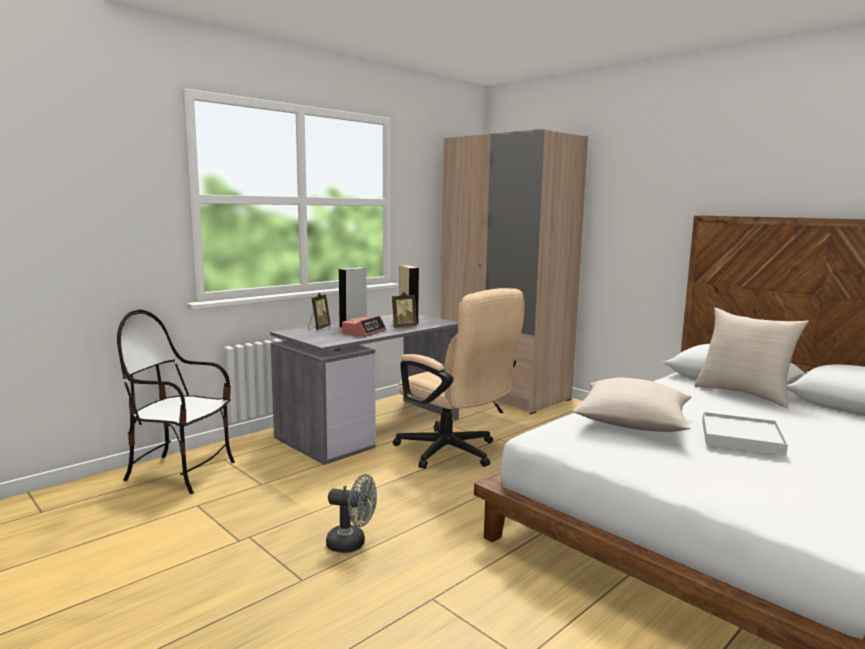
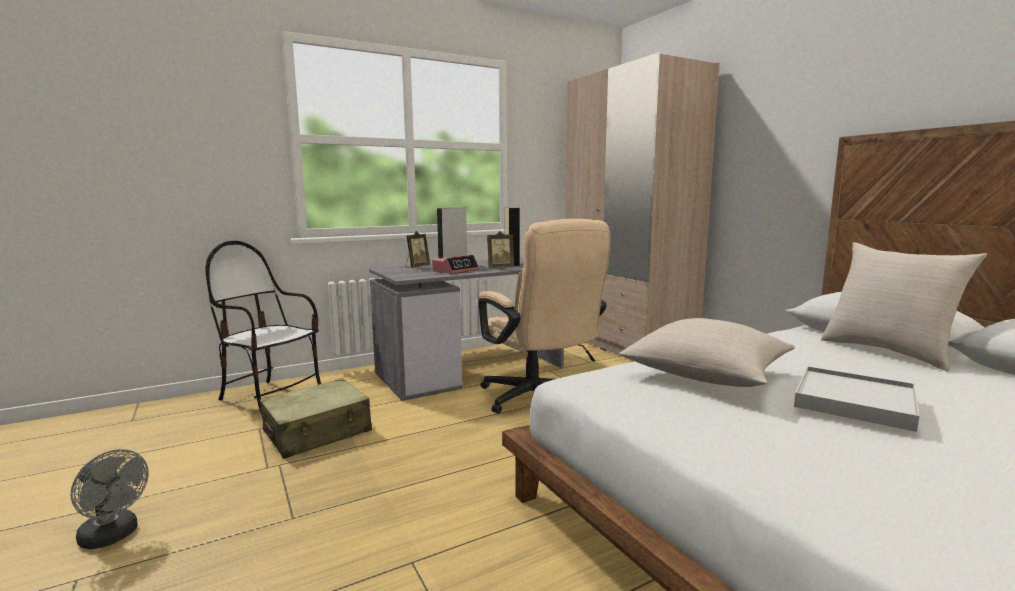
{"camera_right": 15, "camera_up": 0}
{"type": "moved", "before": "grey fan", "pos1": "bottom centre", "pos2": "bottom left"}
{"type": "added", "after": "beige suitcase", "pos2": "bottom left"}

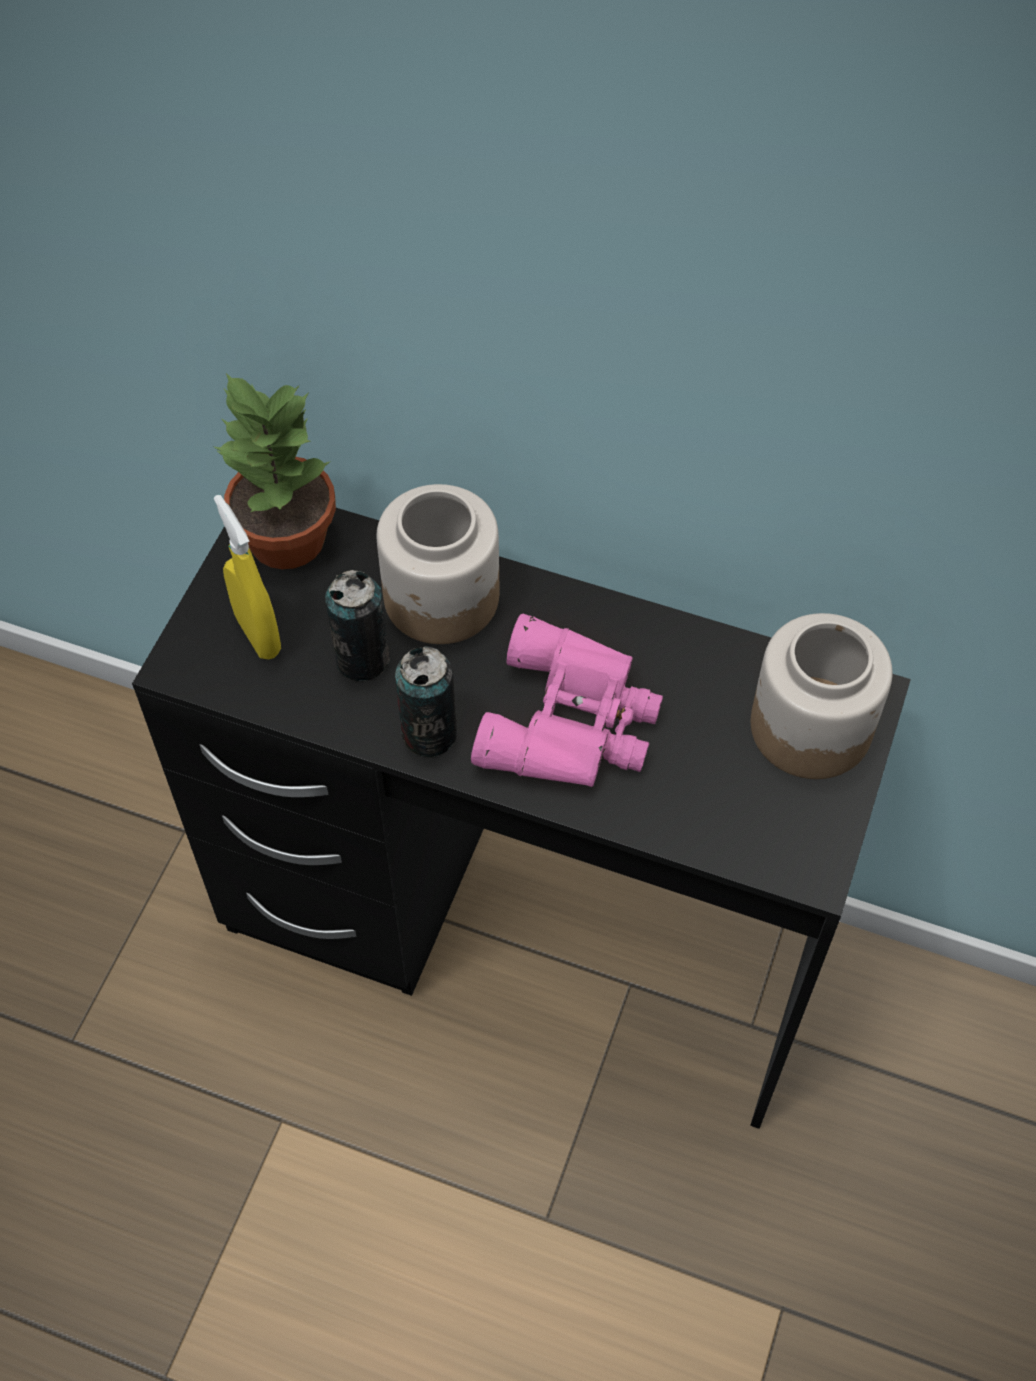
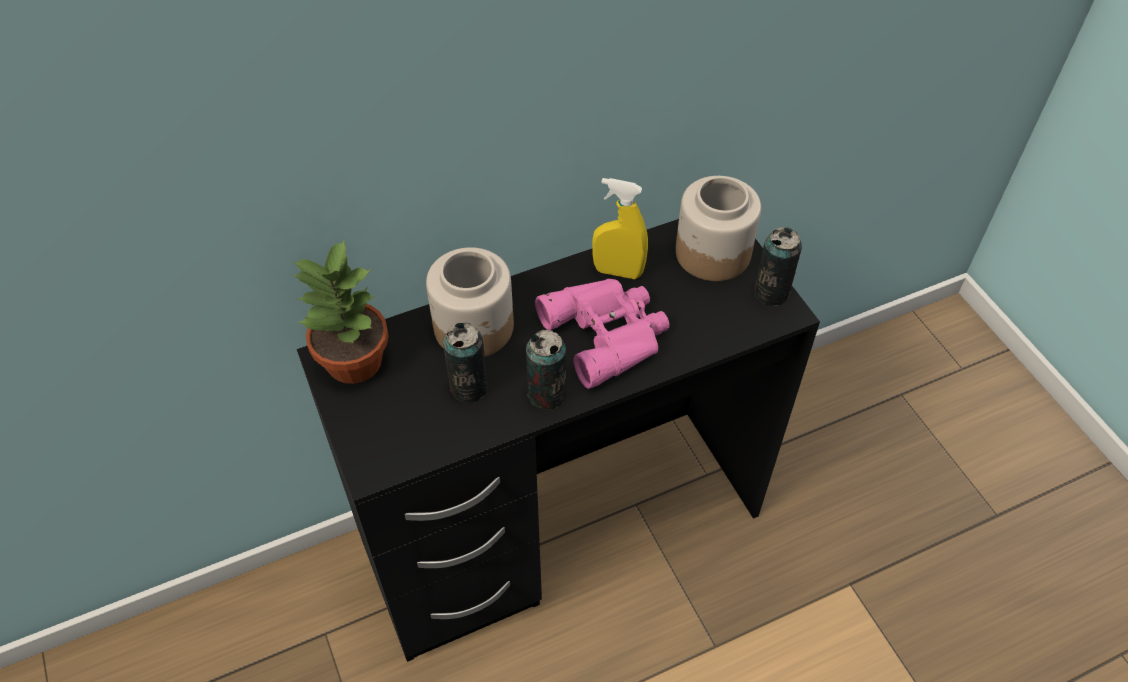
{"camera_right": -45, "camera_up": -5}
{"type": "moved", "before": "yellow spray bottle", "pos1": "middle left", "pos2": "centre"}
{"type": "added", "after": "can (3rd from left)", "pos2": "middle right"}

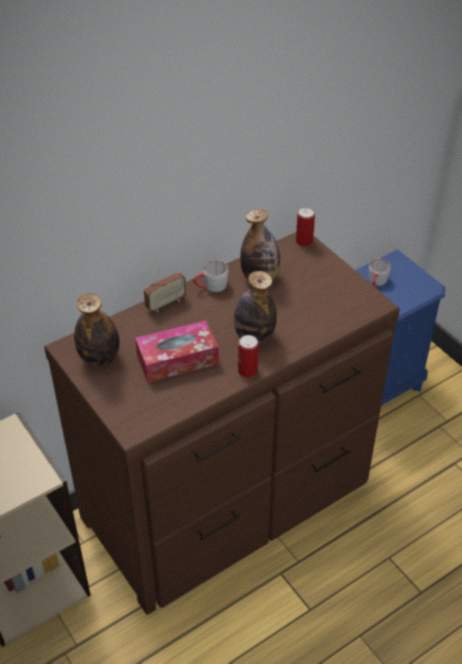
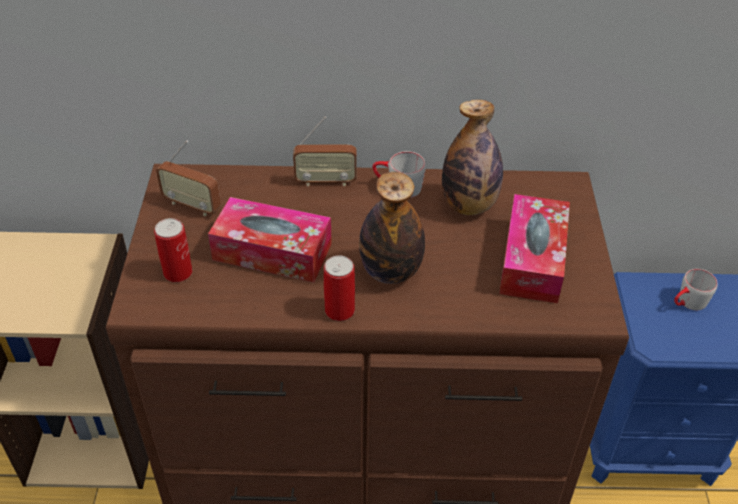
{"camera_right": 35, "camera_up": 0}
{"type": "moved", "before": "can (2nd from left in the first image)", "after": "can (1st from left)", "pos1": "centre", "pos2": "middle left"}
{"type": "replaced", "before": "bottle (1st from left)", "after": "radio (1st from left)", "pos1": "middle left", "pos2": "middle left"}
{"type": "added", "after": "tissue box (2nd from left)", "pos2": "middle right"}

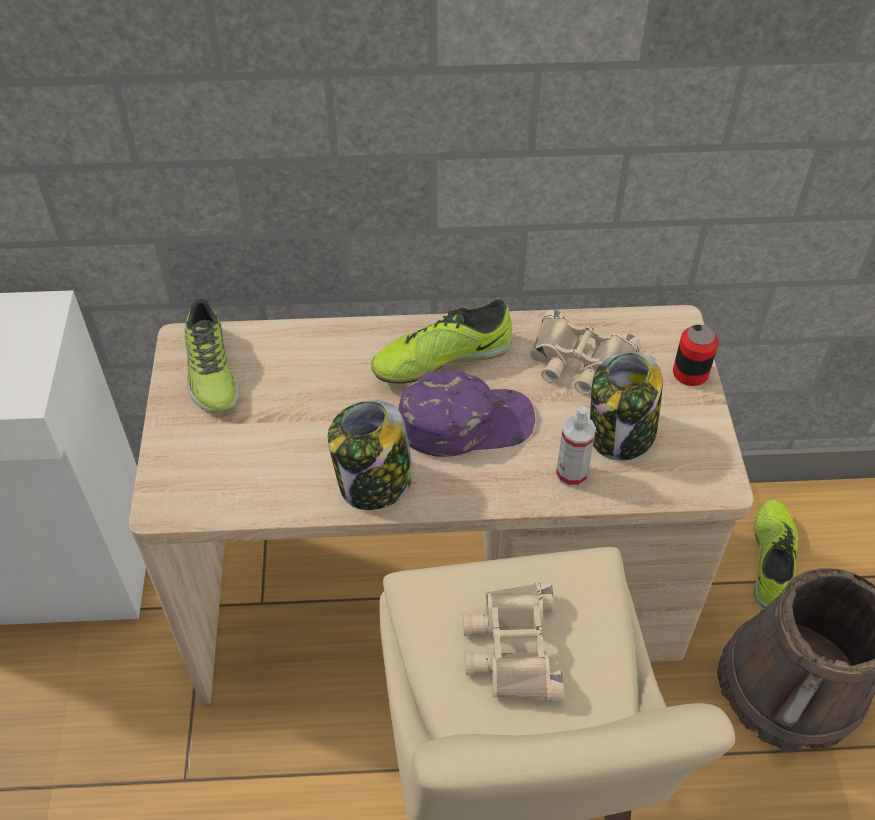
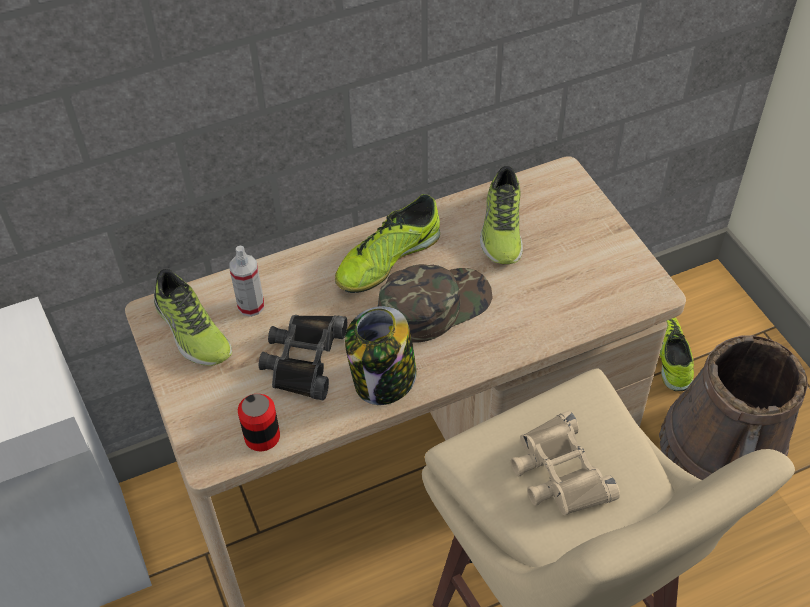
{"camera_right": -20, "camera_up": 0}
{"type": "replaced", "before": "beige binoculars (2nd from left)", "after": "shoe (3rd from left)", "pos1": "middle right", "pos2": "centre"}
{"type": "moved", "before": "can", "pos1": "middle right", "pos2": "bottom left"}
{"type": "removed", "before": "jar (2nd from left)", "pos1": "middle right"}
{"type": "recoloured", "before": "purple cap", "after": "green cap", "pos1": "centre", "pos2": "centre"}
{"type": "moved", "before": "spray bottle", "pos1": "centre", "pos2": "middle left"}
{"type": "added", "after": "black binoculars", "pos2": "centre"}

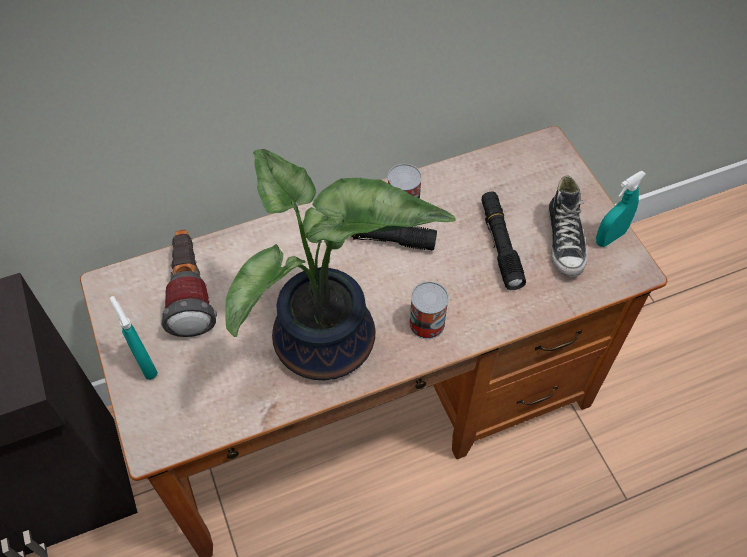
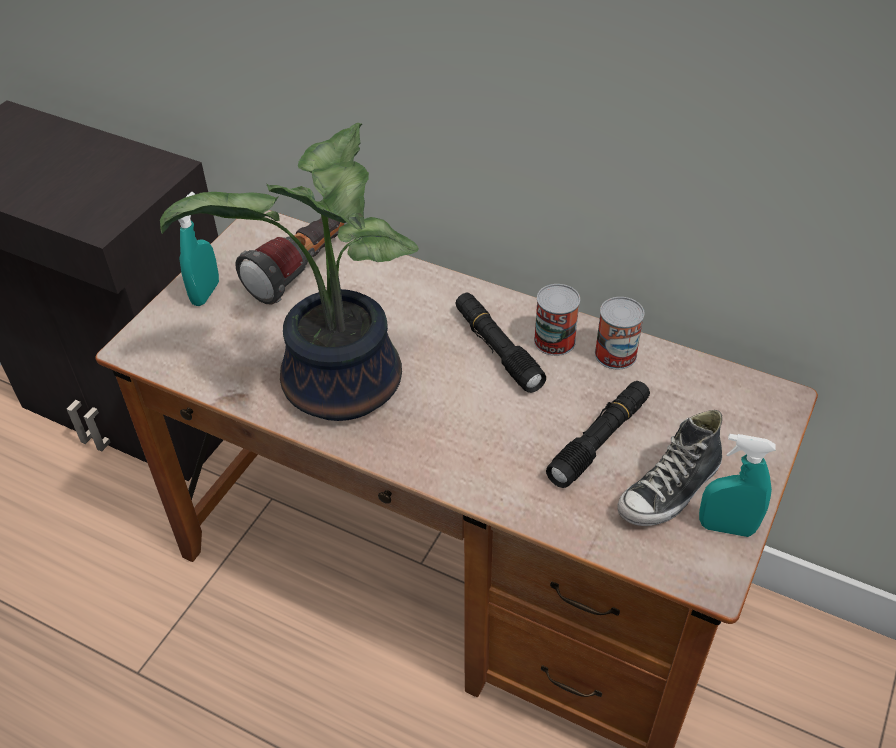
{"camera_right": 50, "camera_up": -10}
{"type": "moved", "before": "can (2nd from left)", "pos1": "centre", "pos2": "middle right"}

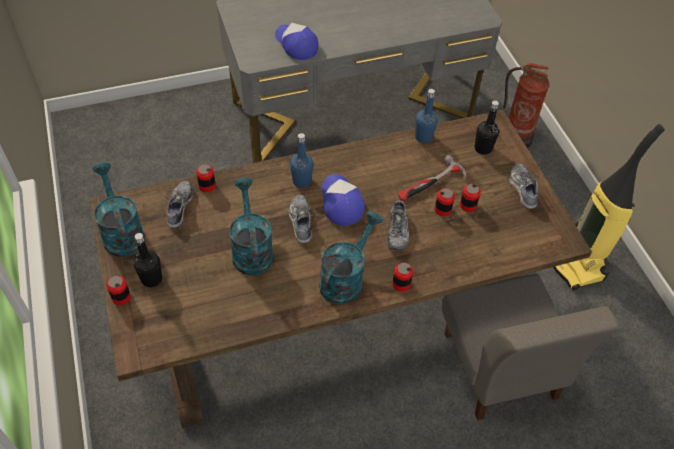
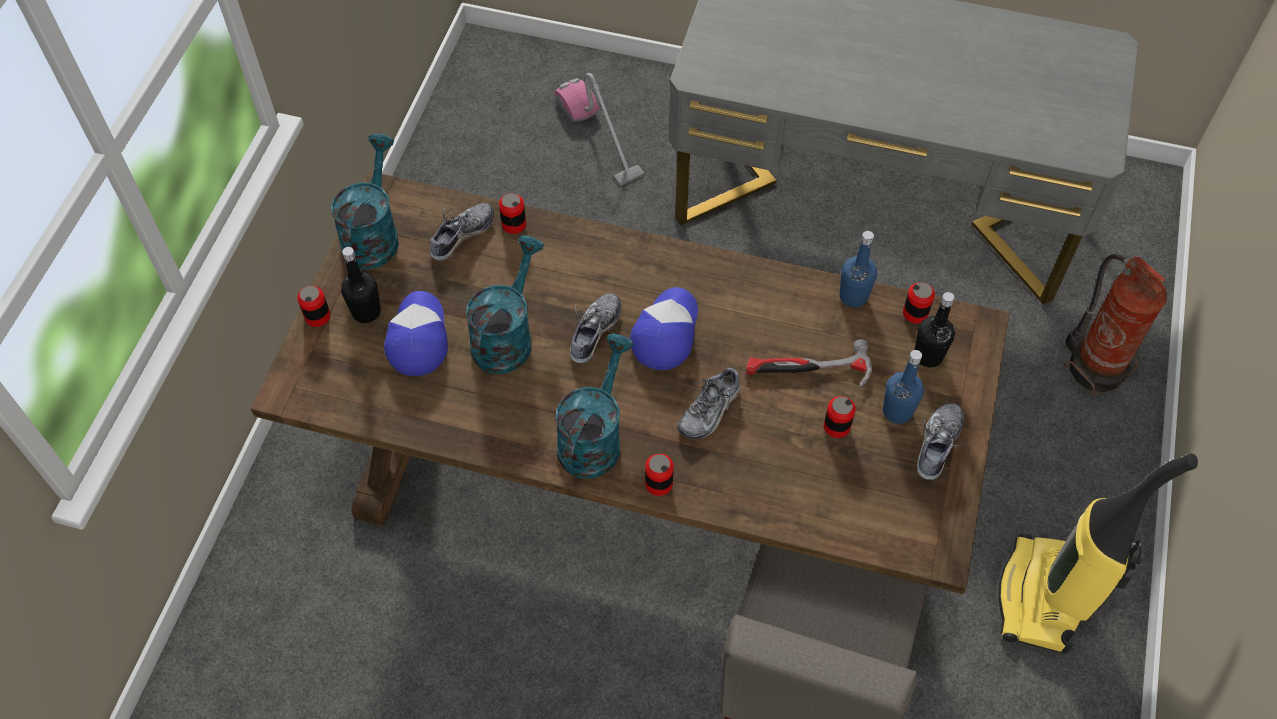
{"camera_right": 35, "camera_up": 5}
{"type": "moved", "before": "cap (1st from left)", "pos1": "top centre", "pos2": "middle left"}
{"type": "moved", "before": "blue bottle (1st from left in the first image)", "after": "blue bottle (2nd from left)", "pos1": "centre", "pos2": "middle right"}
{"type": "moved", "before": "can (4th from left in the first image)", "after": "can (5th from left)", "pos1": "centre", "pos2": "middle right"}
{"type": "turned", "before": "turquoise watering can (3rd from left)", "pos1": "centre", "pos2": "centre", "turn": -45}
{"type": "added", "after": "vacuum cleaner (1st from left)", "pos2": "top centre"}

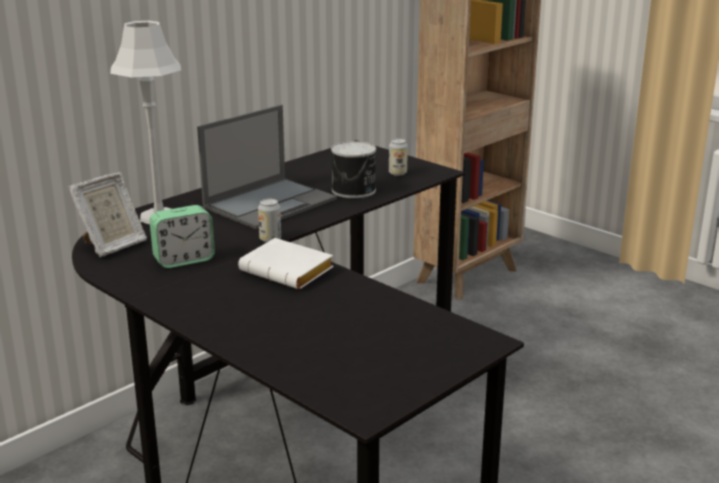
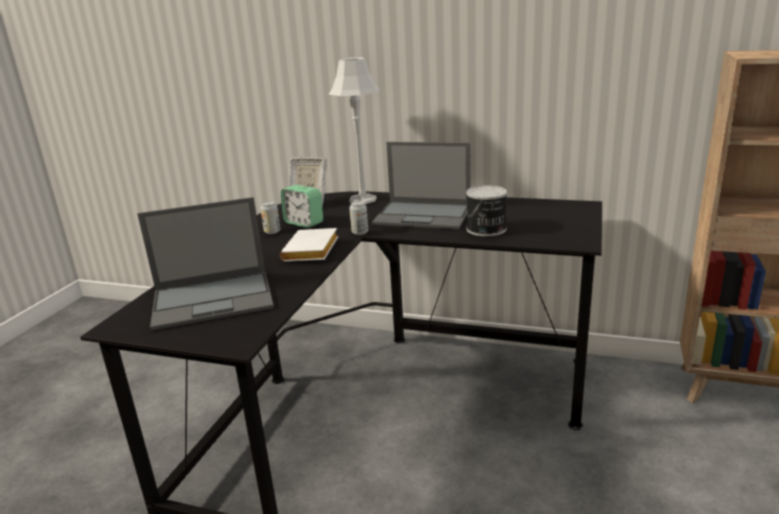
{"camera_right": 65, "camera_up": 0}
{"type": "moved", "before": "can (3rd from left in the first image)", "after": "can (1st from left)", "pos1": "top centre", "pos2": "centre"}
{"type": "added", "after": "laptop (1st from left)", "pos2": "middle left"}

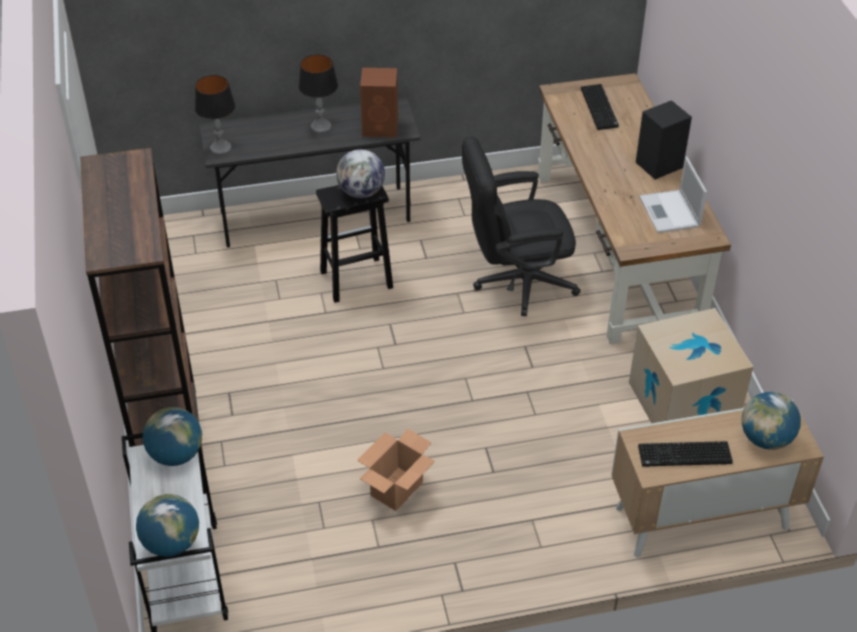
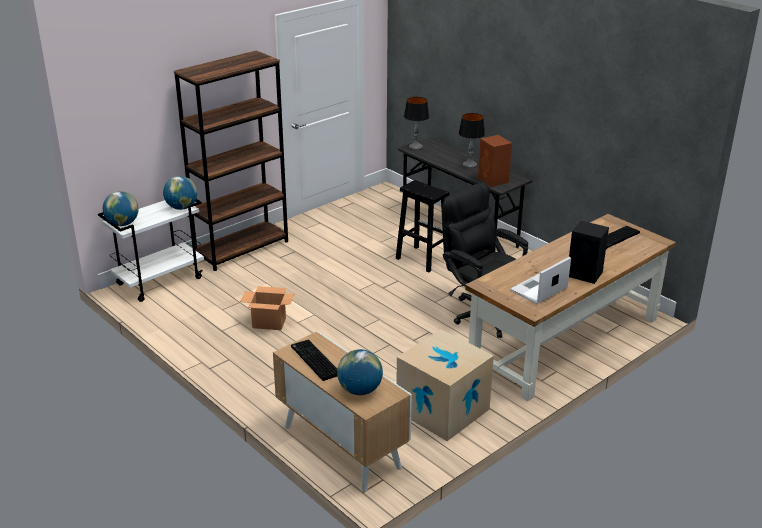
{"camera_right": 60, "camera_up": -15}
{"type": "removed", "before": "globe (3rd from left)", "pos1": "top centre"}

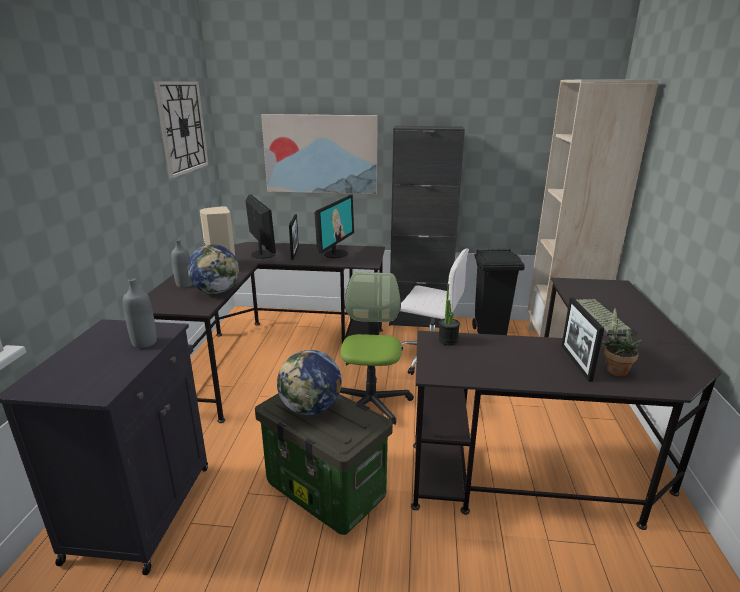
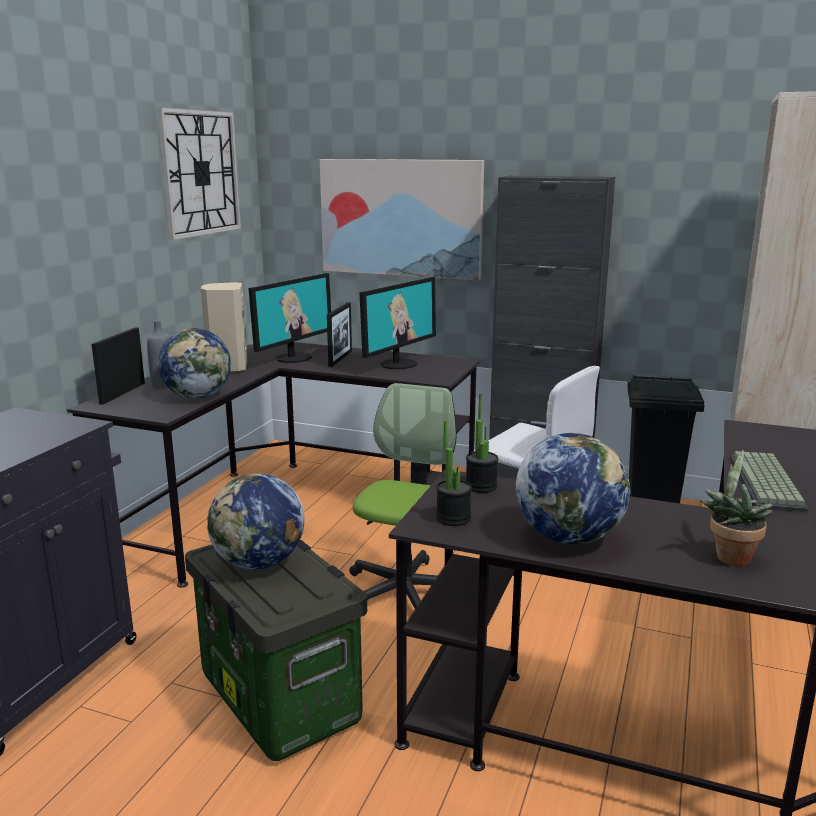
{"camera_right": 15, "camera_up": -5}
{"type": "turned", "before": "monitor (1st from left)", "pos1": "centre", "pos2": "centre", "turn": 45}
{"type": "removed", "before": "grey bottle (1st from left)", "pos1": "middle left"}
{"type": "moved", "before": "picture frame (2nd from left in the first image)", "after": "picture frame (1st from left)", "pos1": "middle right", "pos2": "middle left"}
{"type": "added", "after": "potted plant (1st from left)", "pos2": "centre"}
{"type": "added", "after": "globe (3rd from left)", "pos2": "middle right"}

